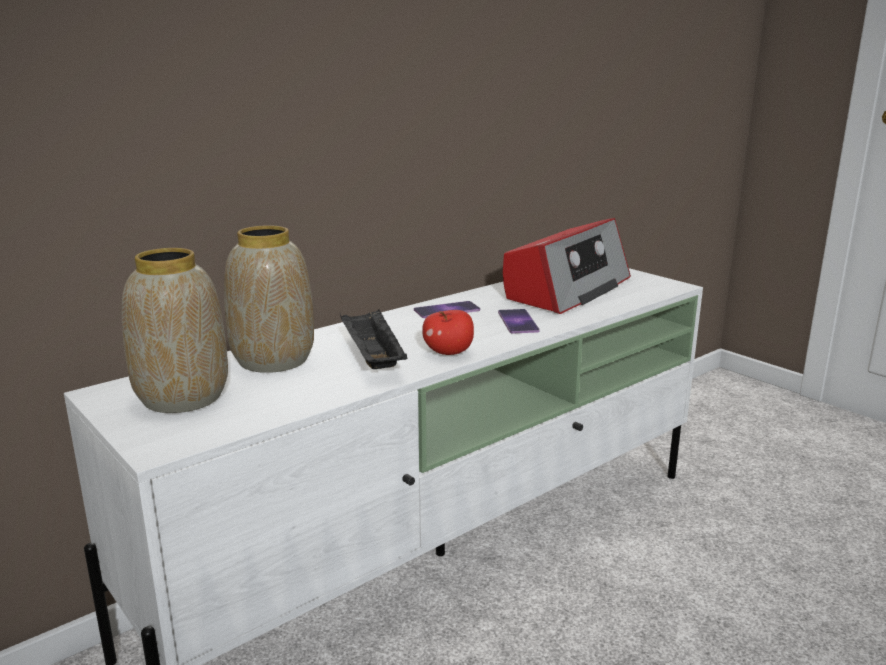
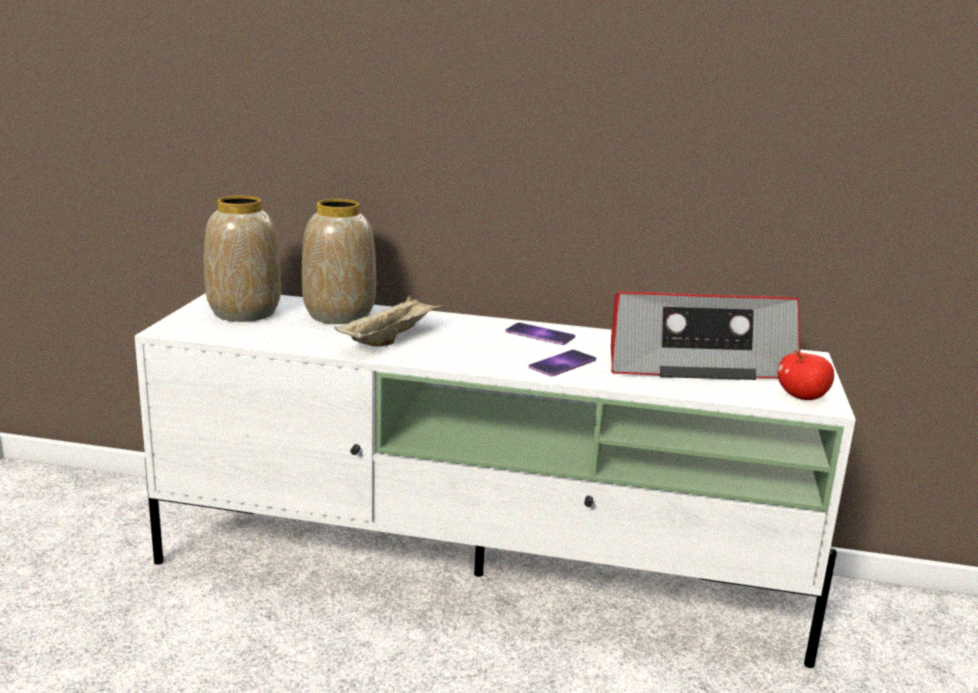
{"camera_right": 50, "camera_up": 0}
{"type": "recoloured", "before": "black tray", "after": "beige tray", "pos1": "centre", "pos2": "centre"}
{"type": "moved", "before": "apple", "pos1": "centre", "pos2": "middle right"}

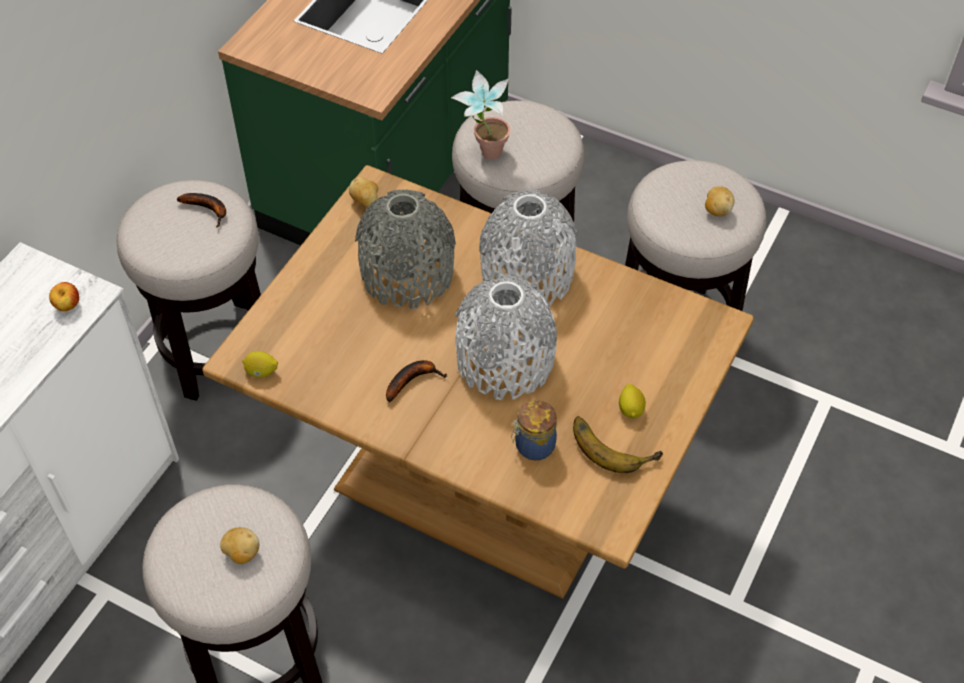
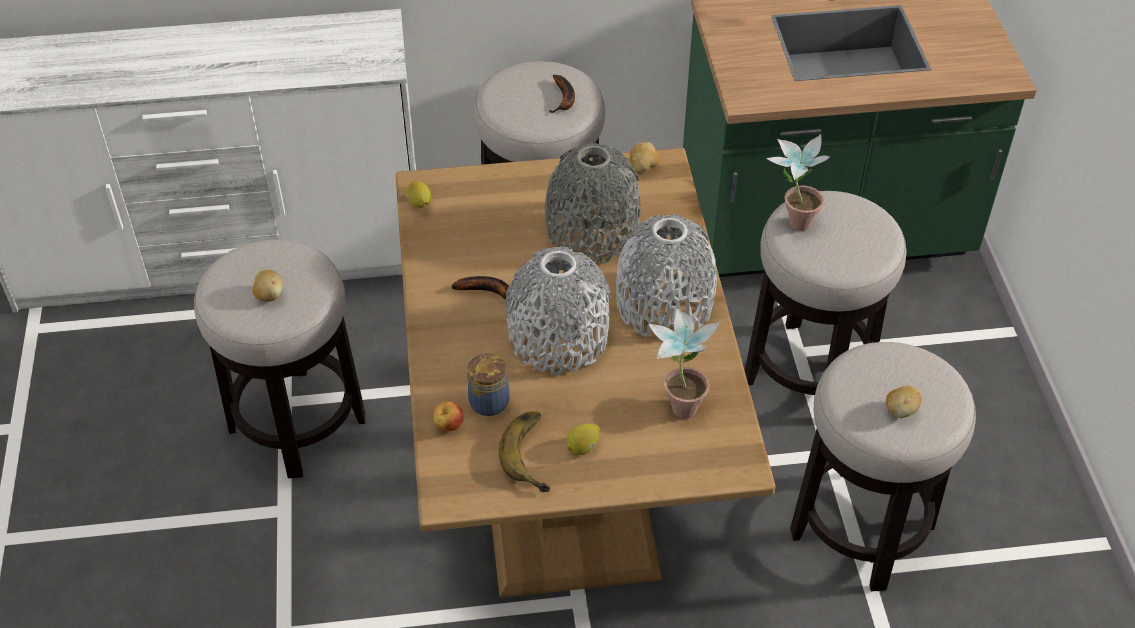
{"camera_right": 55, "camera_up": -5}
{"type": "moved", "before": "apple", "pos1": "middle left", "pos2": "centre"}
{"type": "added", "after": "potted plant (1st from left)", "pos2": "centre"}

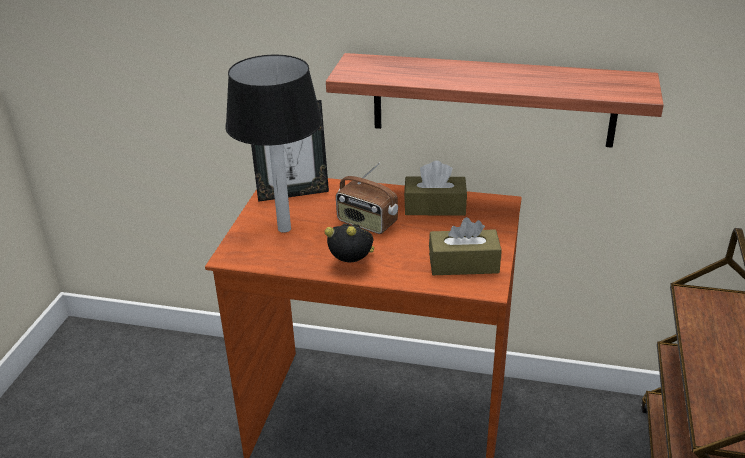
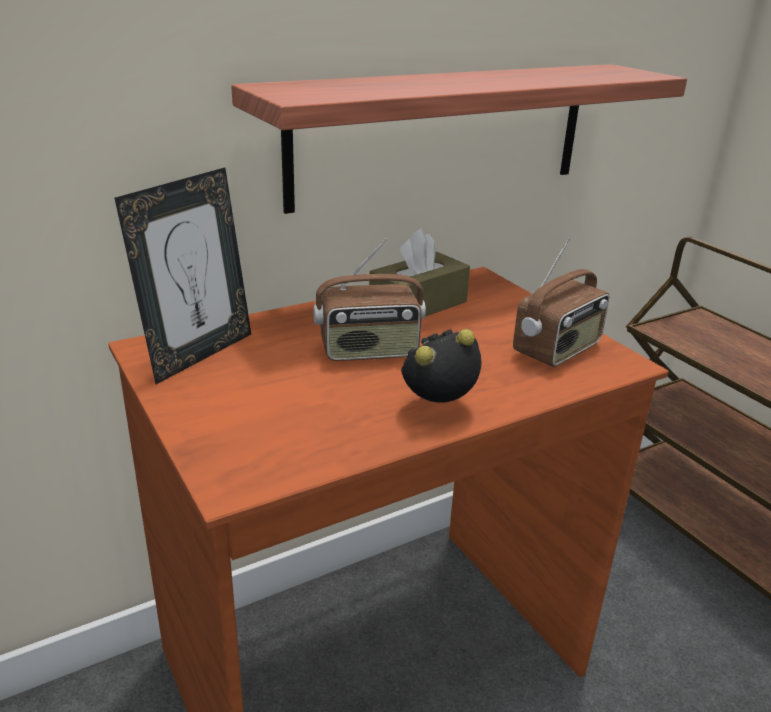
{"camera_right": -45, "camera_up": -5}
{"type": "removed", "before": "table lamp", "pos1": "top centre"}
{"type": "replaced", "before": "brown tissue box (2nd from left)", "after": "radio (2nd from left)", "pos1": "centre", "pos2": "middle right"}

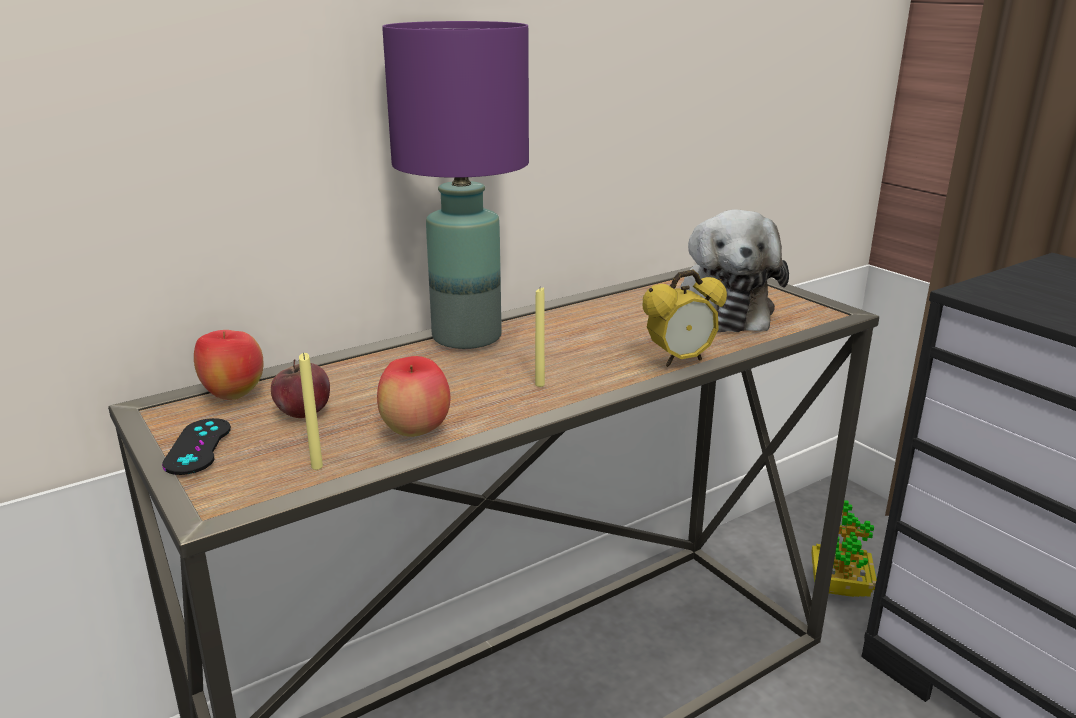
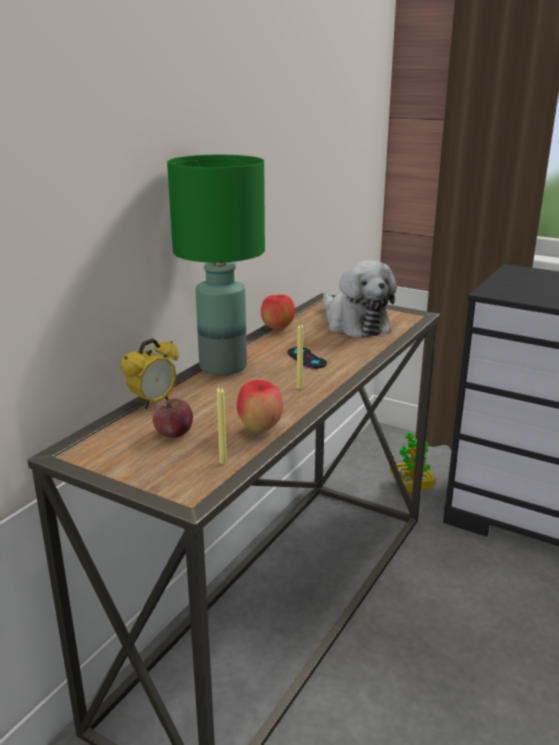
{"camera_right": -25, "camera_up": 0}
{"type": "recoloured", "before": "purple table lamp", "after": "green table lamp", "pos1": "top centre", "pos2": "centre"}
{"type": "moved", "before": "alarm clock", "pos1": "centre", "pos2": "middle left"}
{"type": "moved", "before": "apple (1st from left in the first image)", "after": "apple (3rd from left)", "pos1": "middle left", "pos2": "centre"}
{"type": "moved", "before": "black game controller", "pos1": "middle left", "pos2": "centre"}

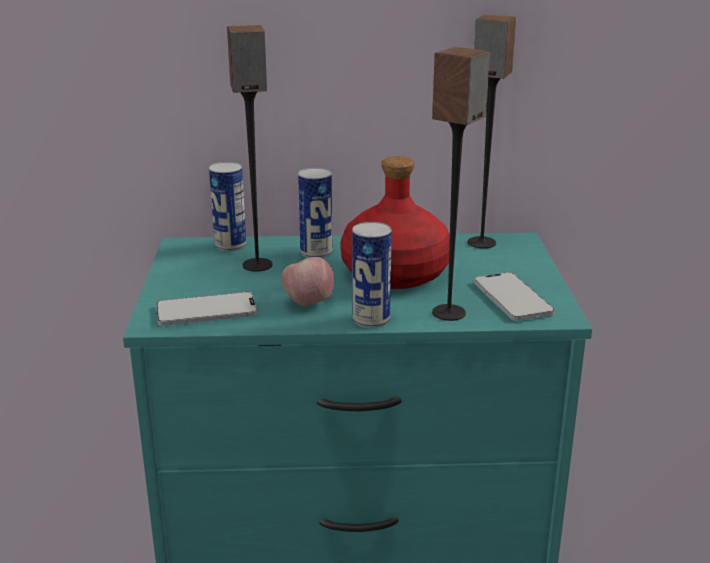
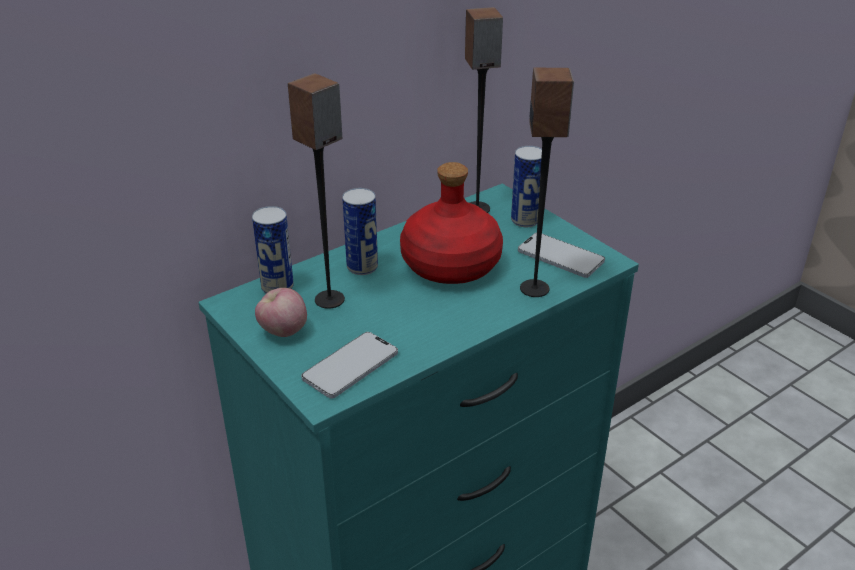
{"camera_right": -35, "camera_up": 10}
{"type": "moved", "before": "can (3rd from left)", "pos1": "centre", "pos2": "top centre"}
{"type": "moved", "before": "apple", "pos1": "centre", "pos2": "middle left"}

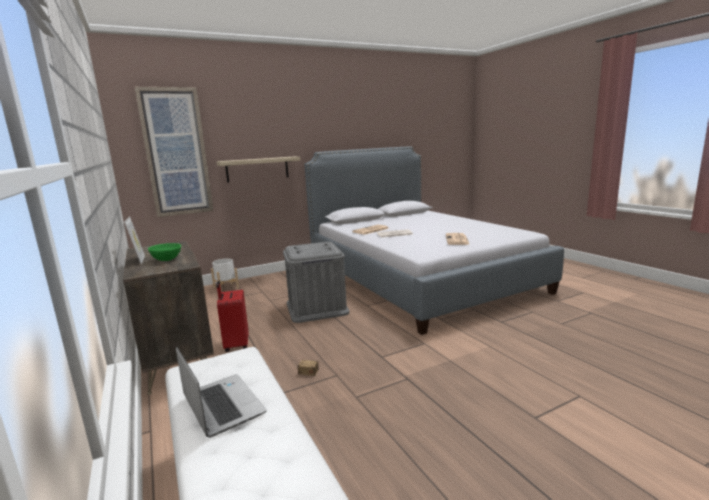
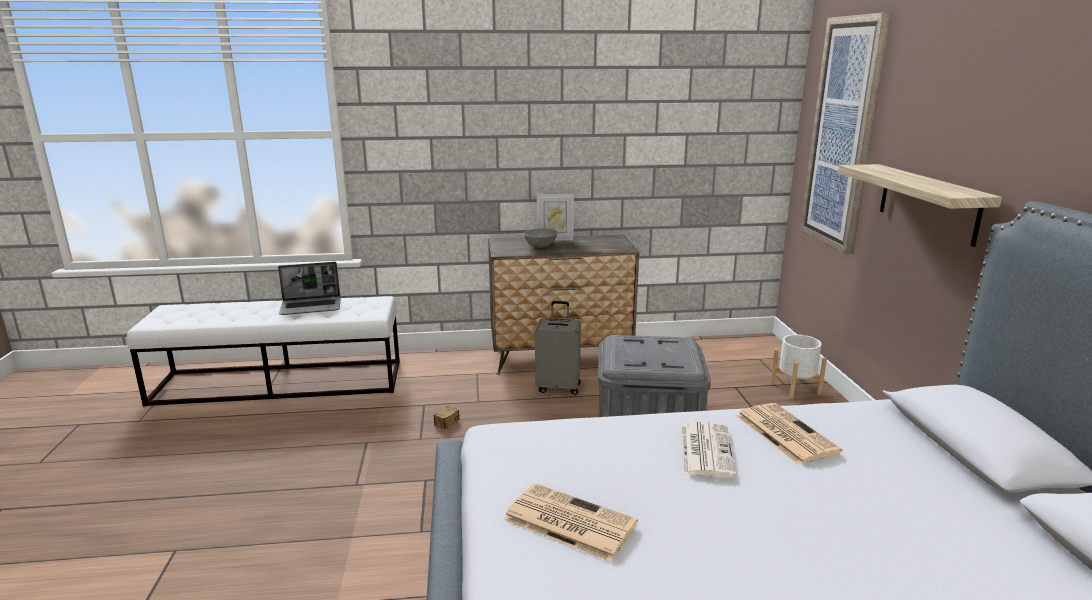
{"camera_right": 110, "camera_up": 5}
{"type": "recoloured", "before": "green bowl", "after": "grey bowl", "pos1": "middle left", "pos2": "centre"}
{"type": "recoloured", "before": "red suitcase", "after": "grey suitcase", "pos1": "middle left", "pos2": "centre"}

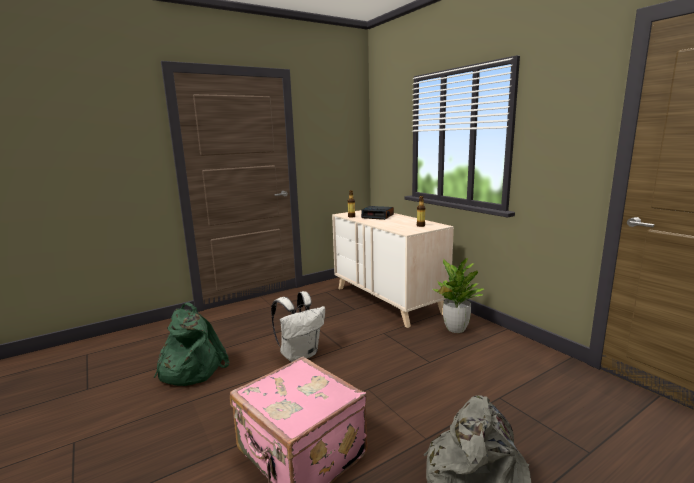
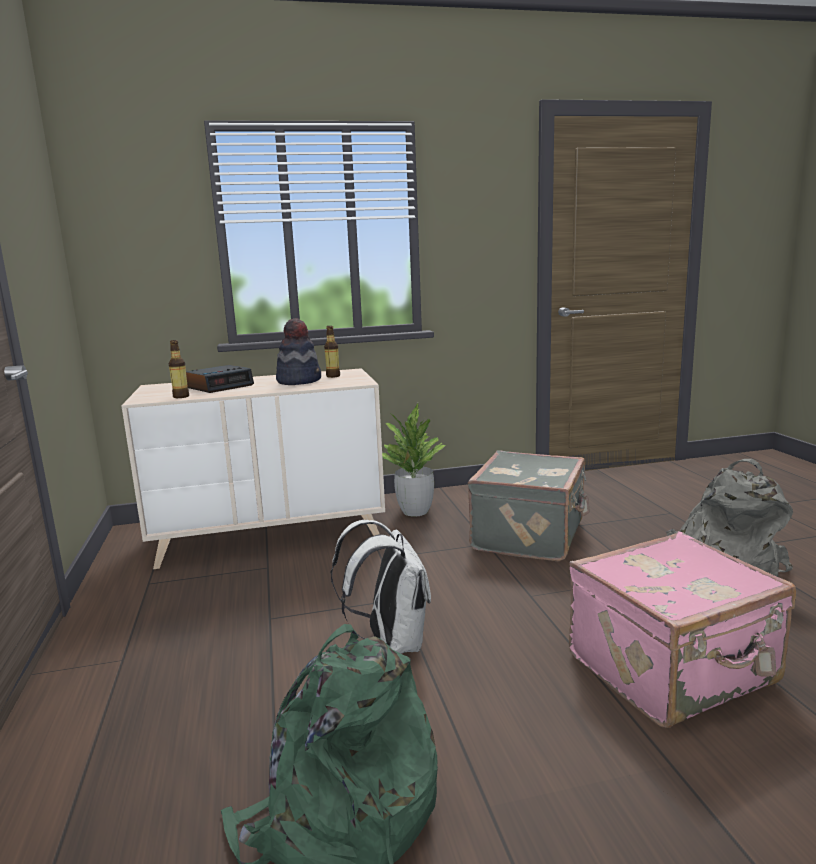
{"camera_right": -70, "camera_up": 0}
{"type": "added", "after": "hat", "pos2": "centre"}
{"type": "added", "after": "grey suitcase", "pos2": "centre"}

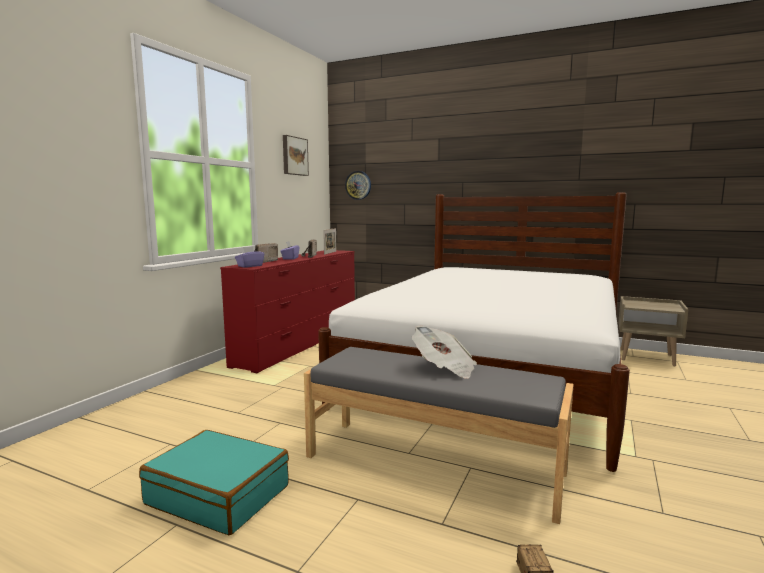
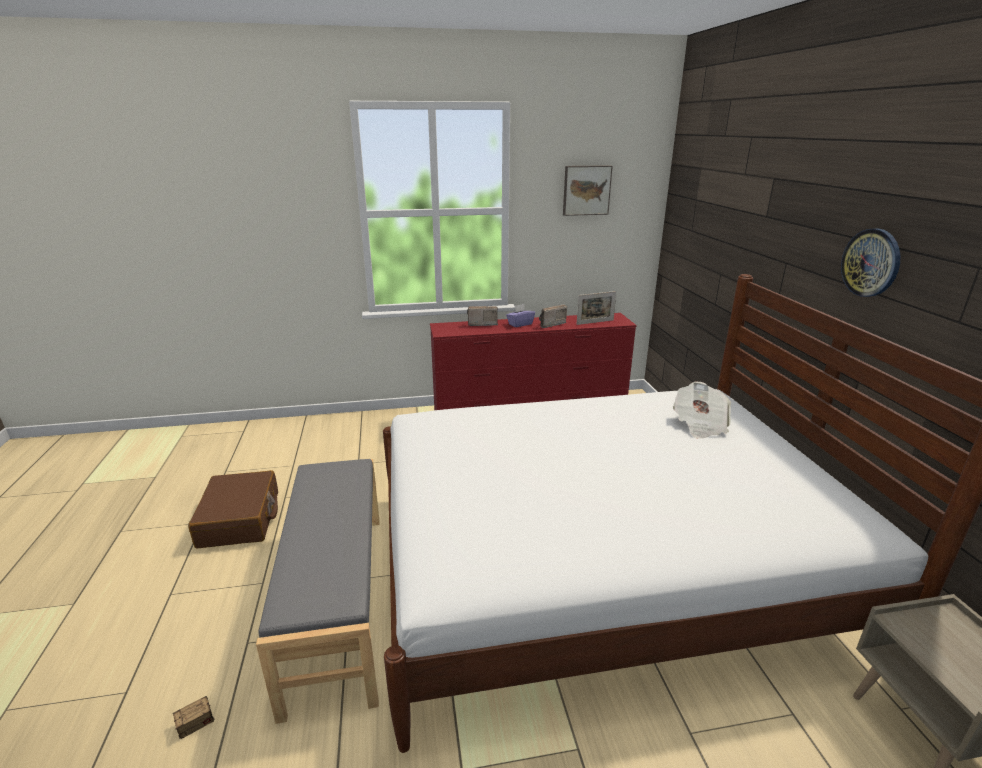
{"camera_right": 55, "camera_up": 15}
{"type": "moved", "before": "wall clock", "pos1": "top centre", "pos2": "middle right"}
{"type": "removed", "before": "purple tissue box (1st from left)", "pos1": "middle left"}
{"type": "moved", "before": "newspaper", "pos1": "centre", "pos2": "middle right"}
{"type": "recoloured", "before": "turquoise suitcase", "after": "brown suitcase", "pos1": "bottom left", "pos2": "middle left"}

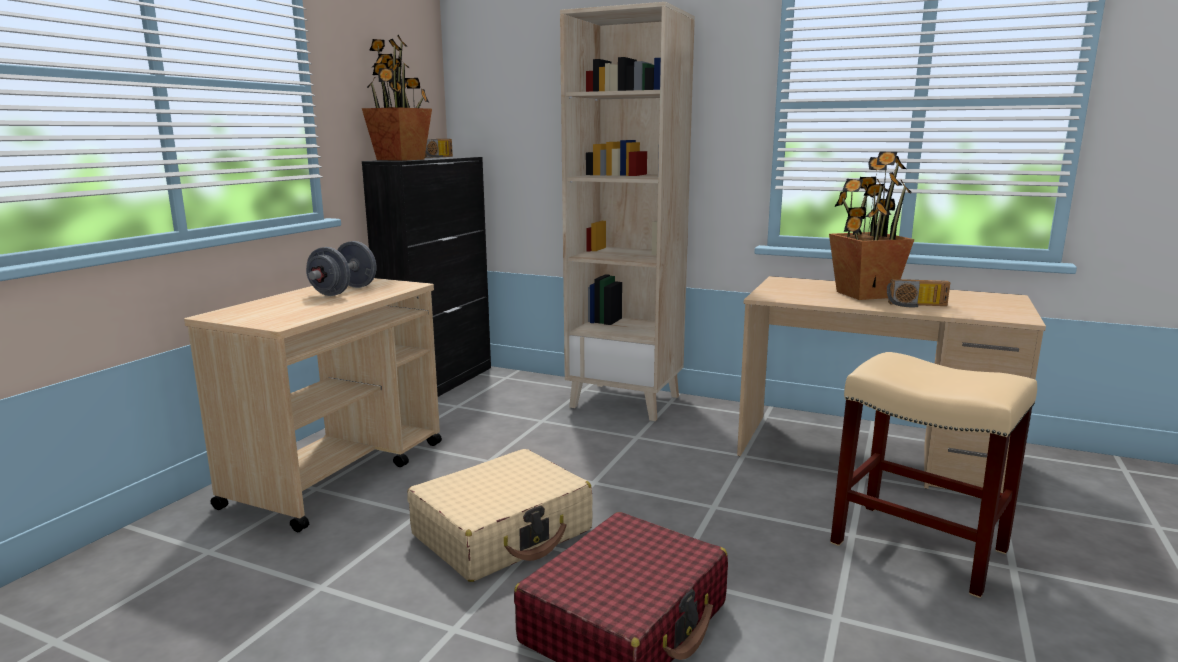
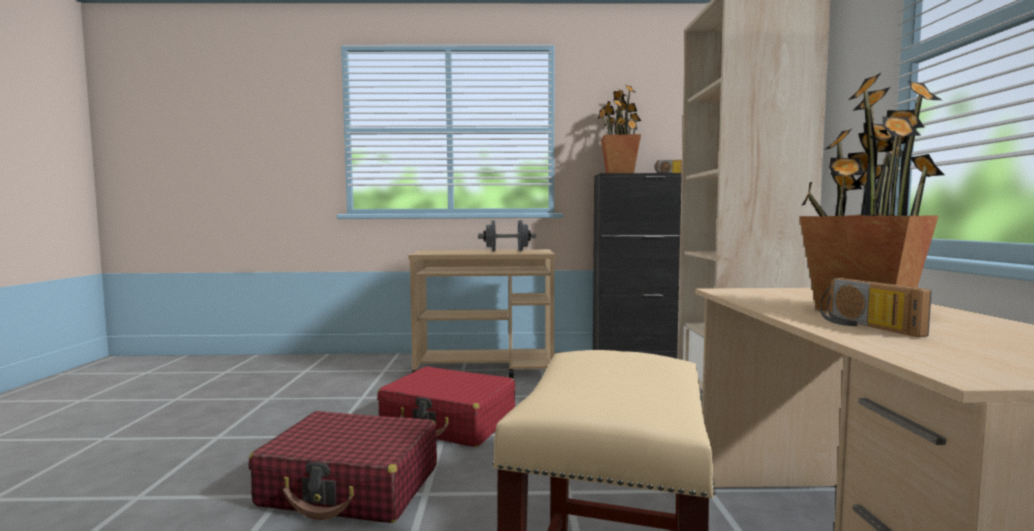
{"camera_right": 65, "camera_up": -10}
{"type": "recoloured", "before": "beige suitcase", "after": "red suitcase (2nd from left)", "pos1": "bottom centre", "pos2": "bottom centre"}

